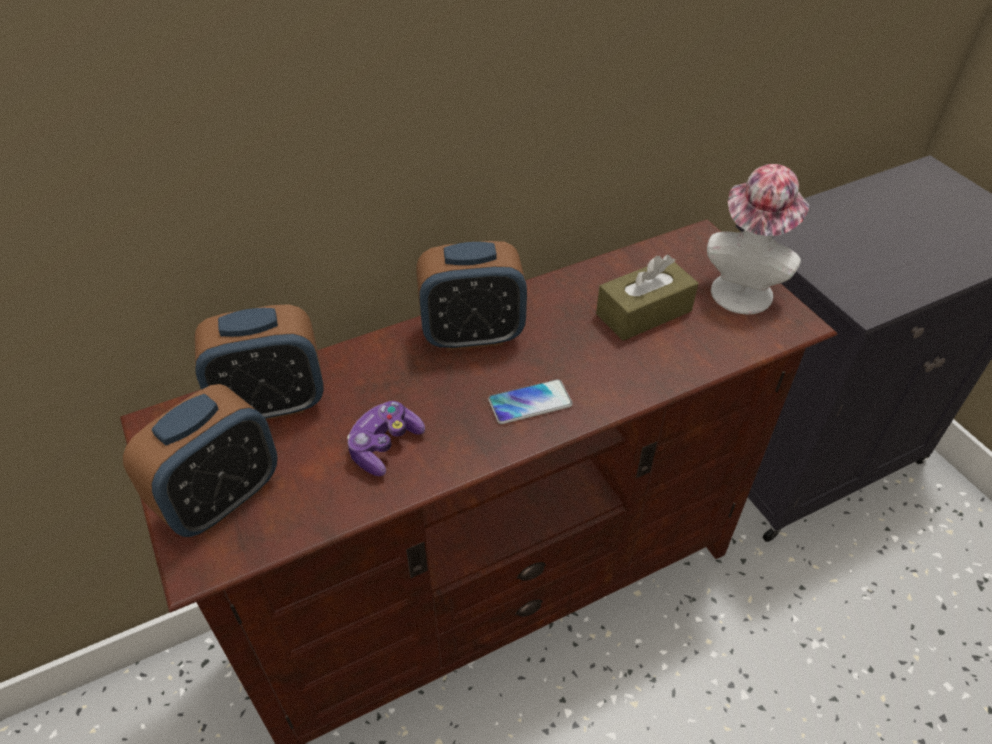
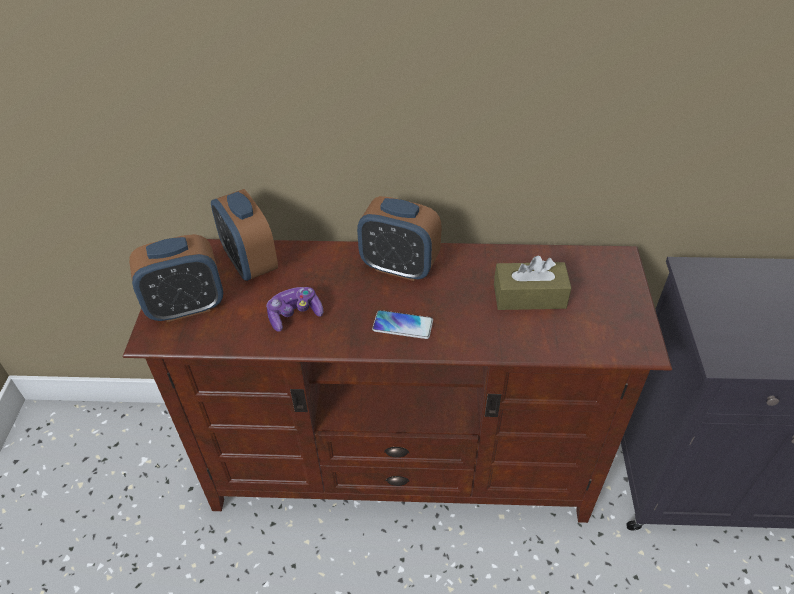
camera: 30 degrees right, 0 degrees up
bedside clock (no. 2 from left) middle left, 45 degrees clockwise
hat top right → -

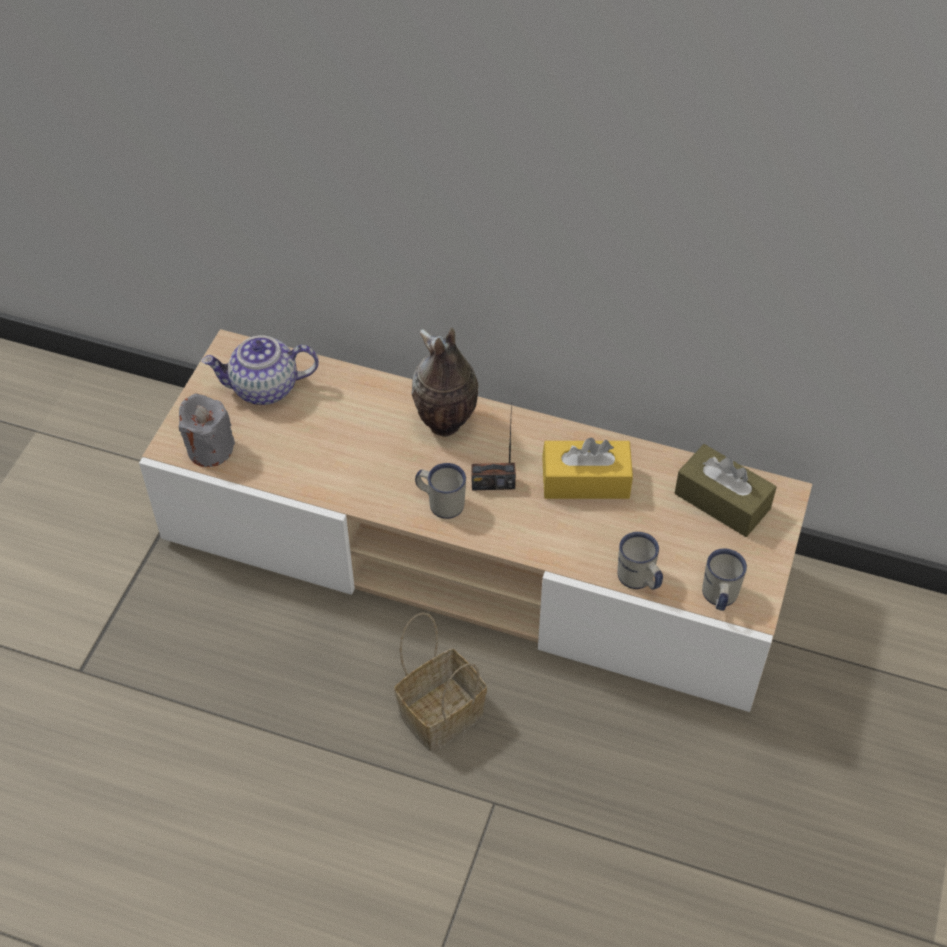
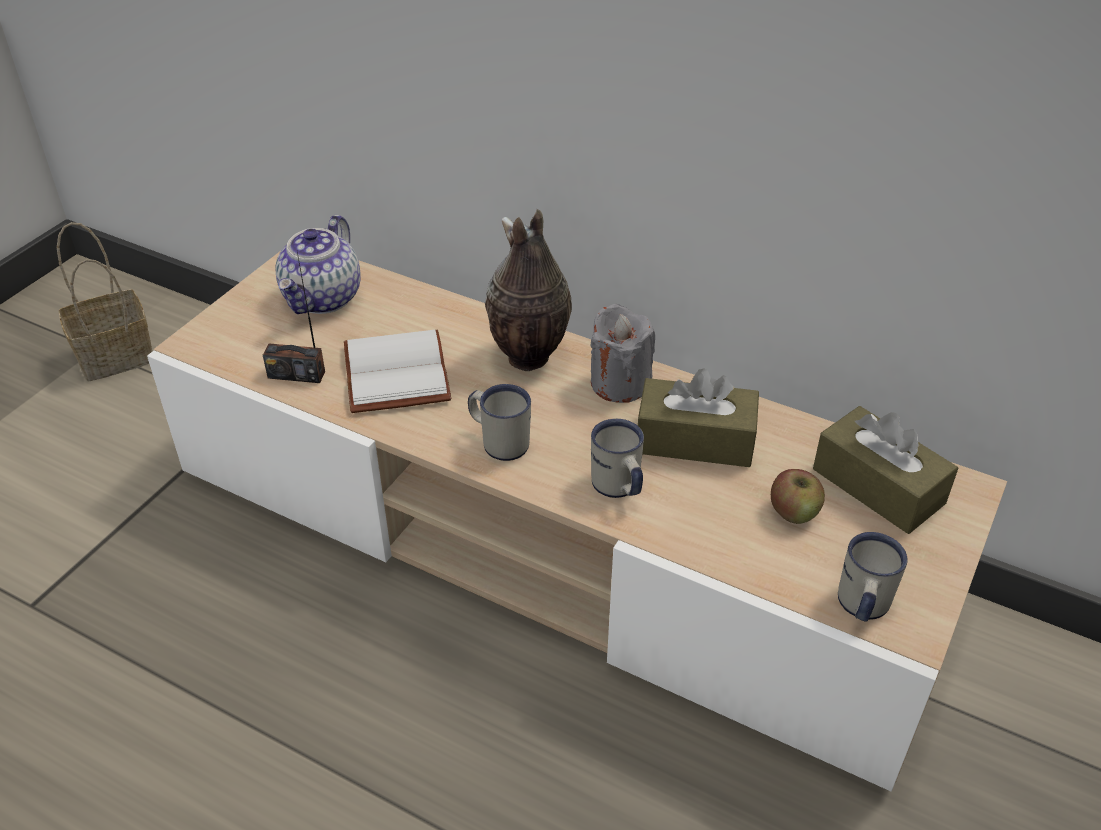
camera: 10 degrees right, 10 degrees down
storage basket bottom centre → storage basket middle left, shifted
radio centre → radio middle left, shifted
teapot middle left → teapot top left, 75 degrees counterclockwise
- → volume/whitish centre
wax candle/greyish middle left → wax candle/greyish centre, shifted
mug/whitish (no. 2 from left) middle right → mug/whitish (no. 2 from left) centre, shifted
tissue holder/yellow centre → tissue holder/brown (no. 1 from left) centre
- → apple fruit middle right

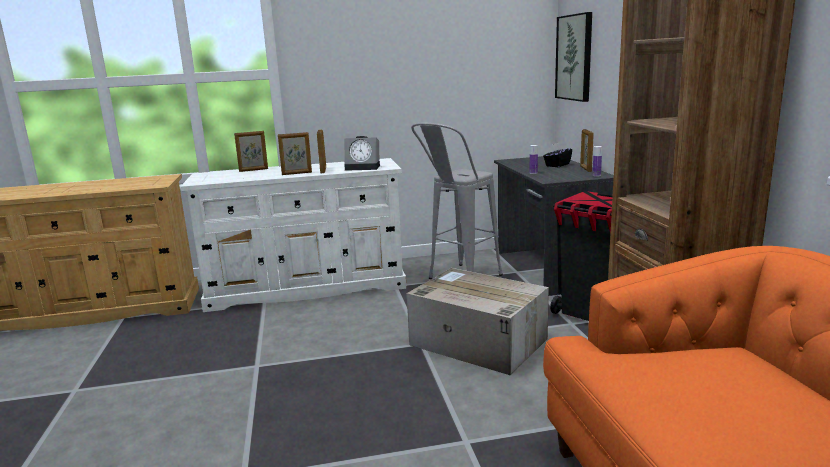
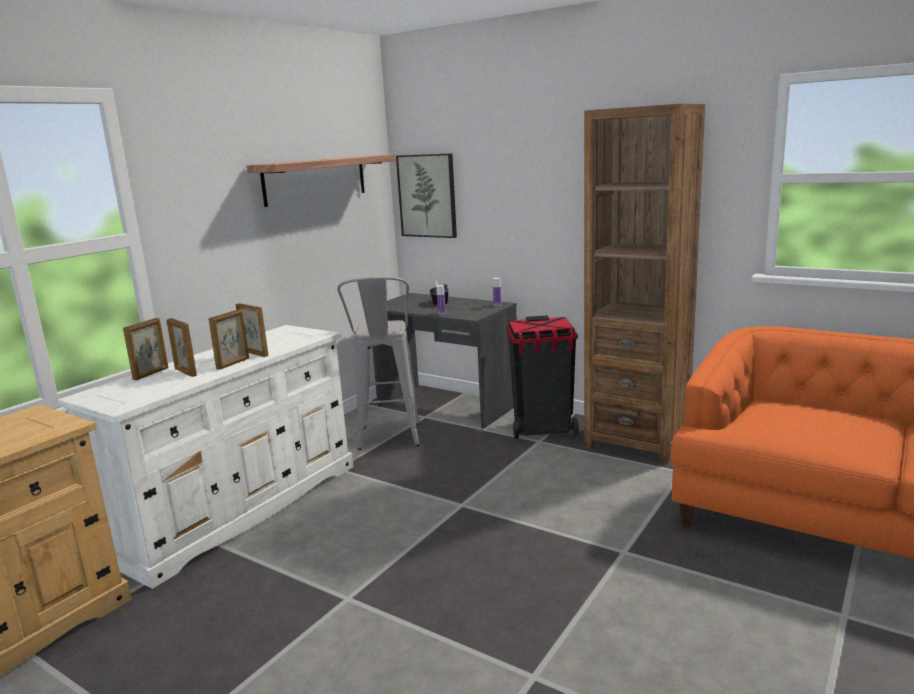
camera: 45 degrees left, 0 degrees up
standing frame (no. 4 from left in the first image) top right → standing frame (no. 2 from left) middle left, shifted
- → wall shelf top centre
bedside clock top centre → -
cardboard box bottom centre → -

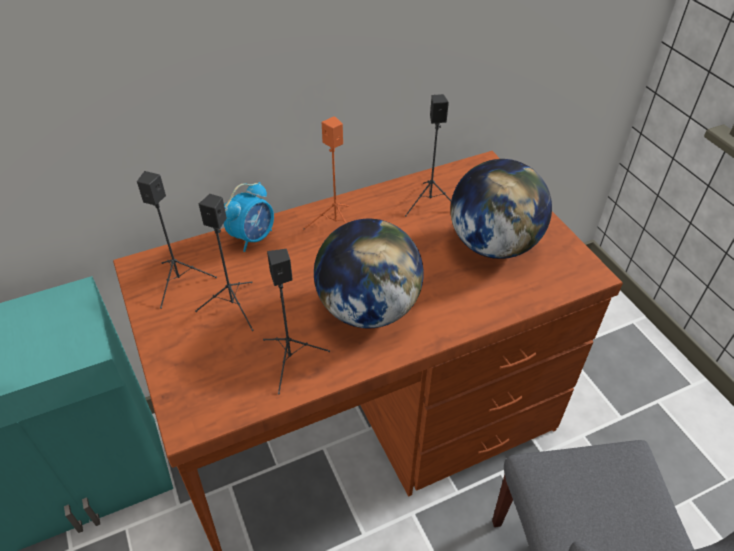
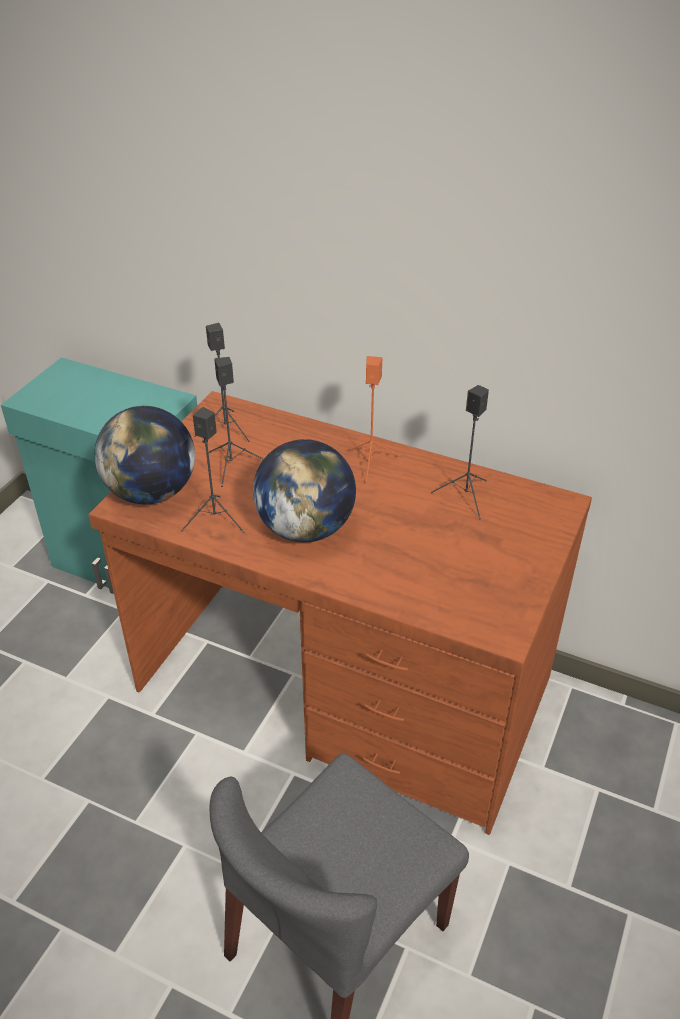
camera: 50 degrees right, 5 degrees down
world globe (no. 2 from left in the first image) middle right → world globe (no. 1 from left) middle left, shifted
bedside clock centre → -

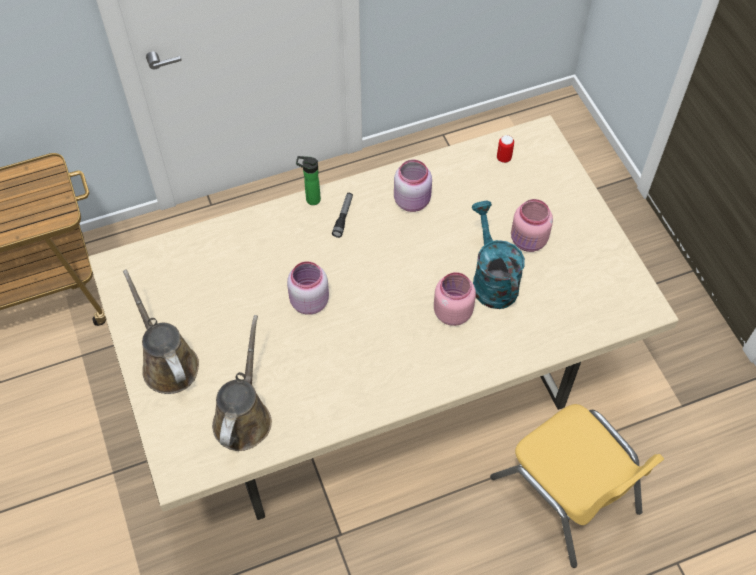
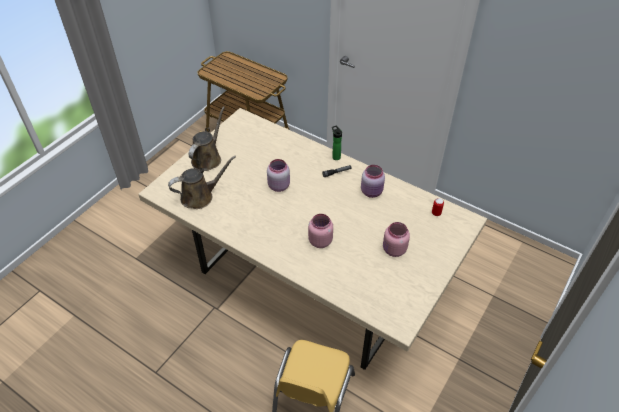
camera: 55 degrees right, 10 degrees down
watering pot/turquoise centre → -

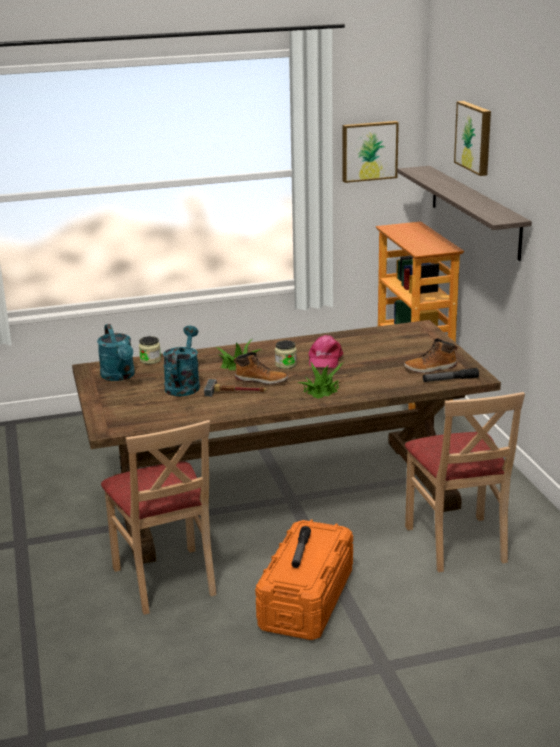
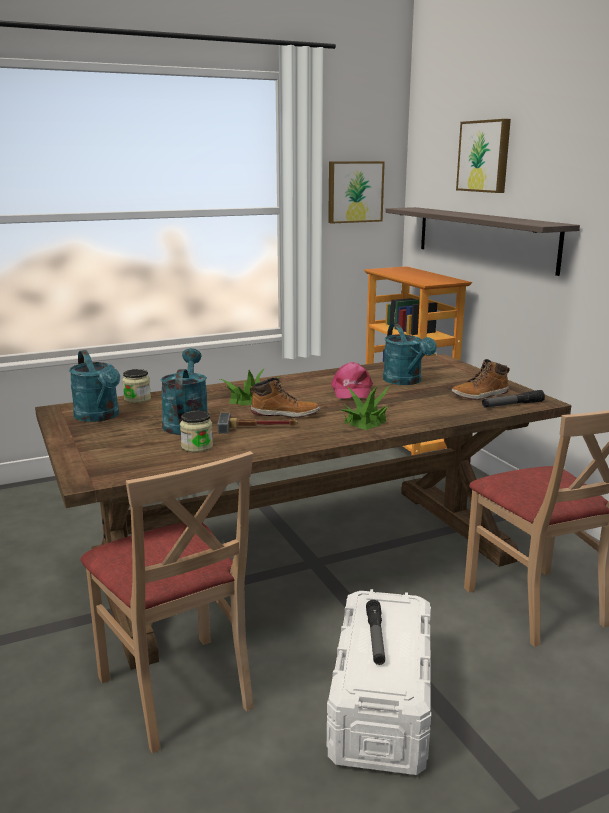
camera: 10 degrees left, 5 degrees down
preserve jar (no. 2 from left) centre → preserve jar (no. 2 from left) middle left, shifted
storage container/orangey bottom centre → storage container/whitish bottom centre
- → watering pot/turquoise (no. 3 from left) middle right

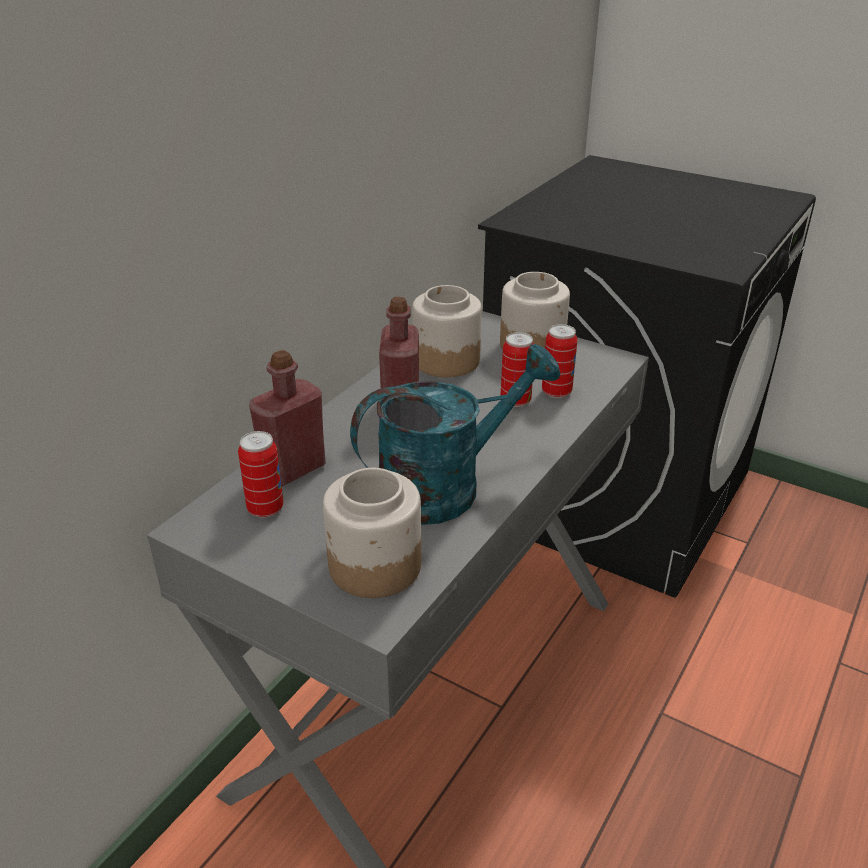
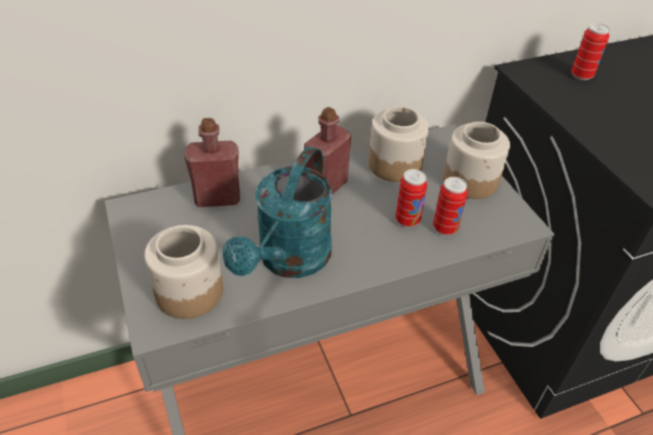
camera: 35 degrees right, 10 degrees up
watering pot/turquoise centre, 105 degrees clockwise
metal can (no. 1 from left in the first image) middle left → metal can (no. 3 from left) top right, shifted

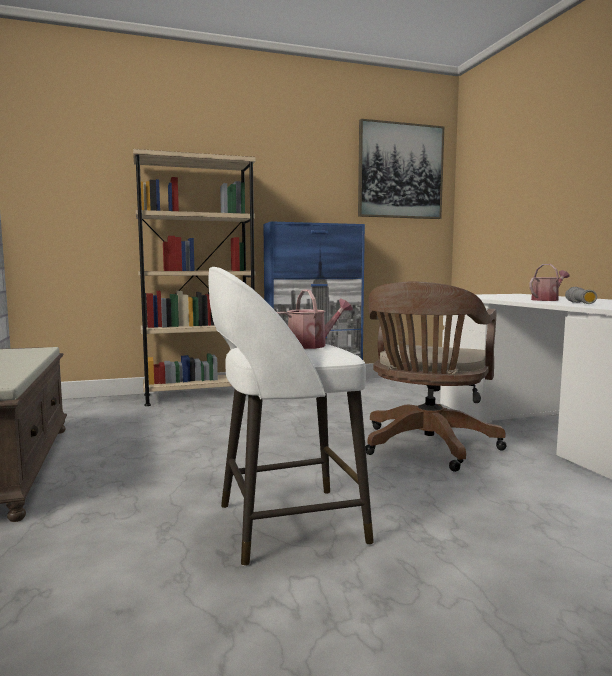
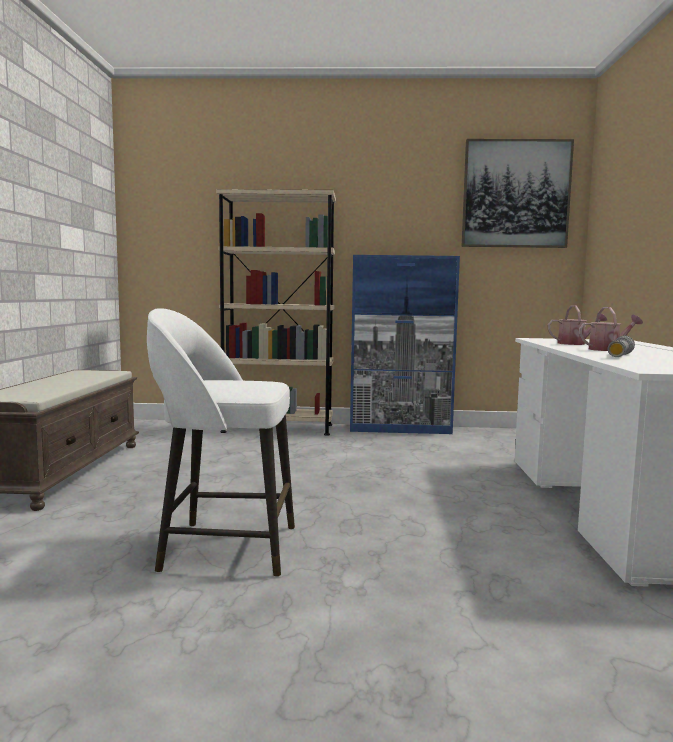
camera: 20 degrees right, 0 degrees up
watering pot (no. 1 from left) centre → watering pot (no. 1 from left) middle right, shifted
office chair/brown middle right → -

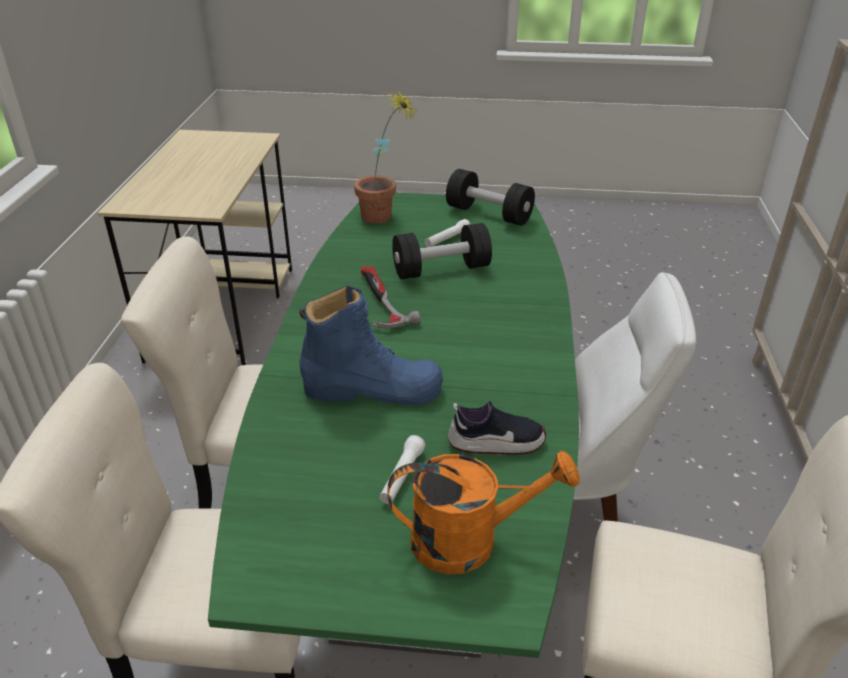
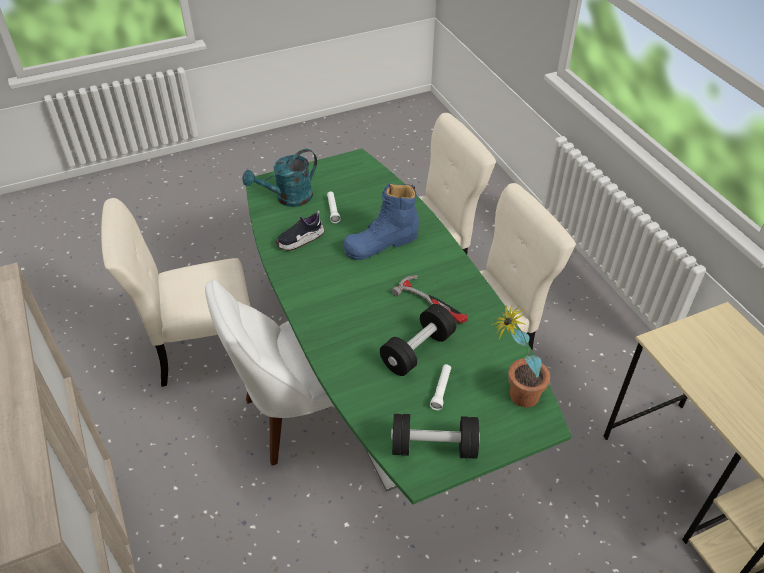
camera: 150 degrees right, 10 degrees up
watering pot/orangey bottom centre → watering pot/turquoise top centre

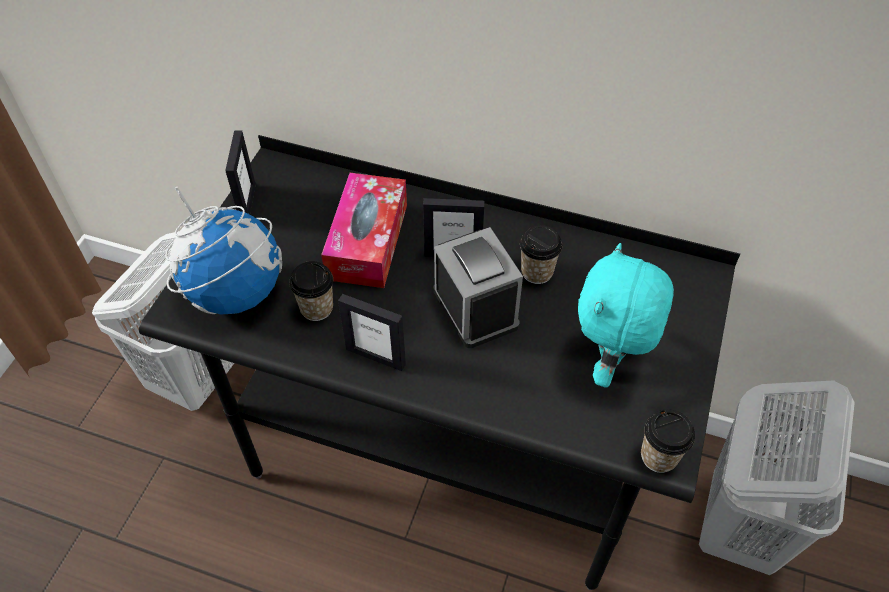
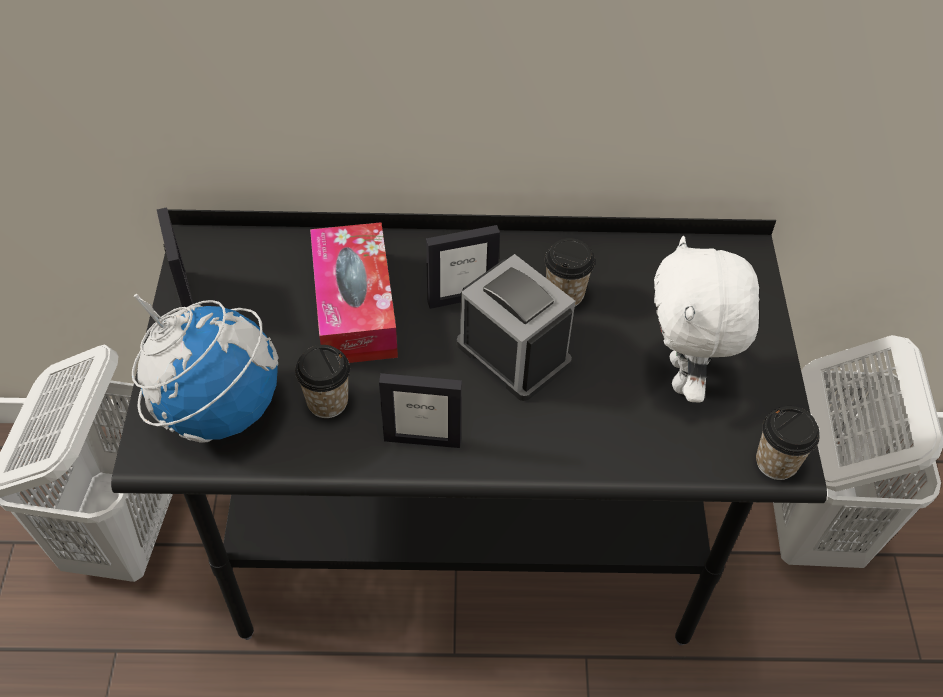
camera: 20 degrees left, 0 degrees up
soft toy/turquoise middle right → soft toy/whitish middle right

